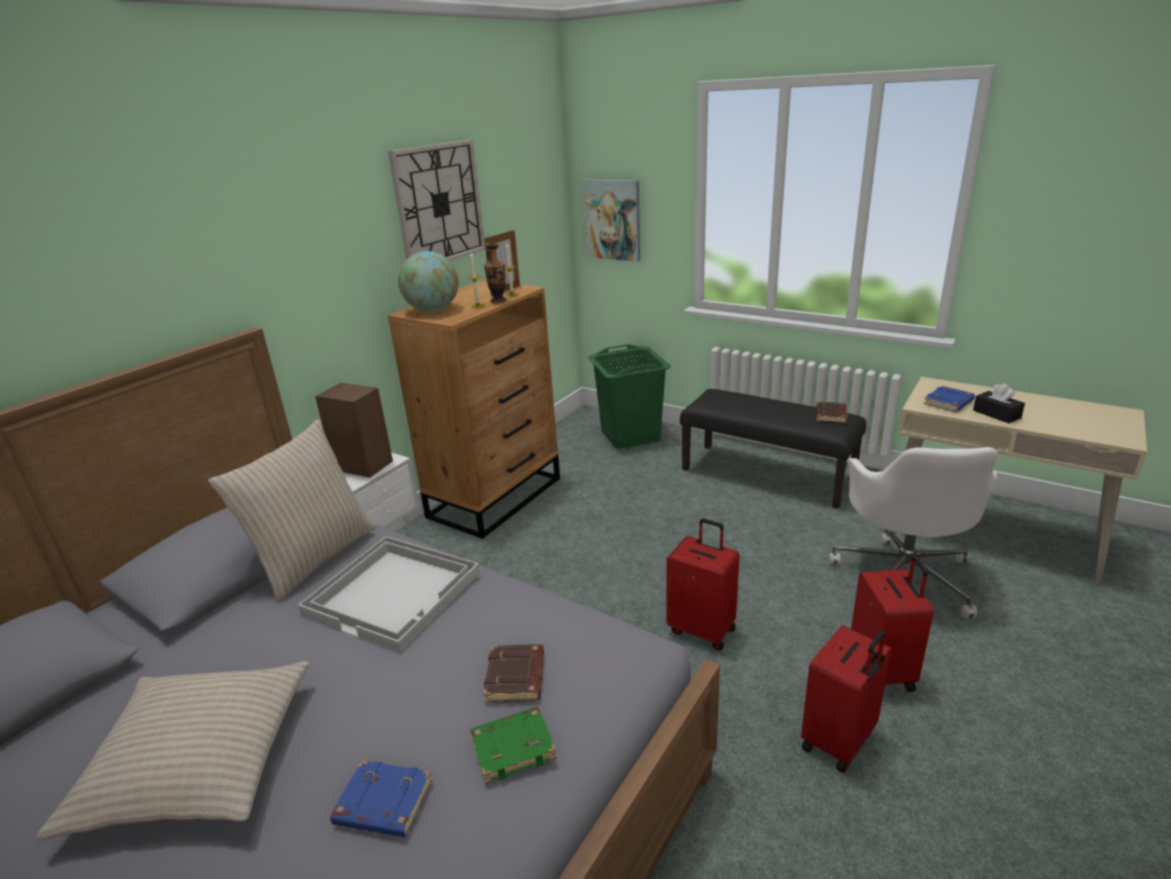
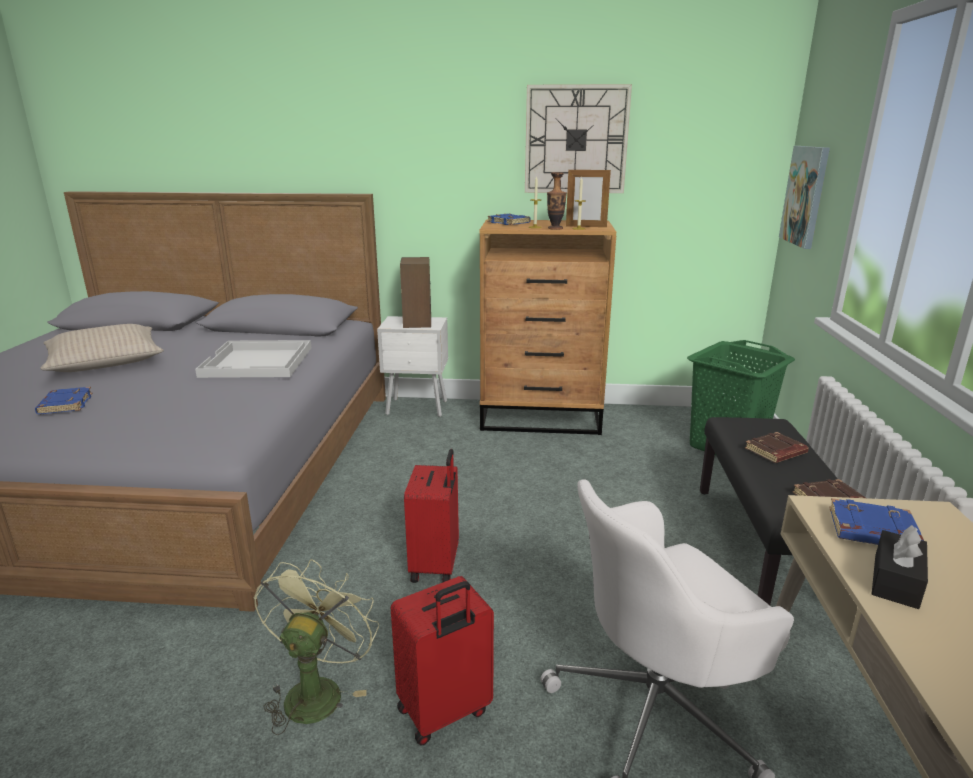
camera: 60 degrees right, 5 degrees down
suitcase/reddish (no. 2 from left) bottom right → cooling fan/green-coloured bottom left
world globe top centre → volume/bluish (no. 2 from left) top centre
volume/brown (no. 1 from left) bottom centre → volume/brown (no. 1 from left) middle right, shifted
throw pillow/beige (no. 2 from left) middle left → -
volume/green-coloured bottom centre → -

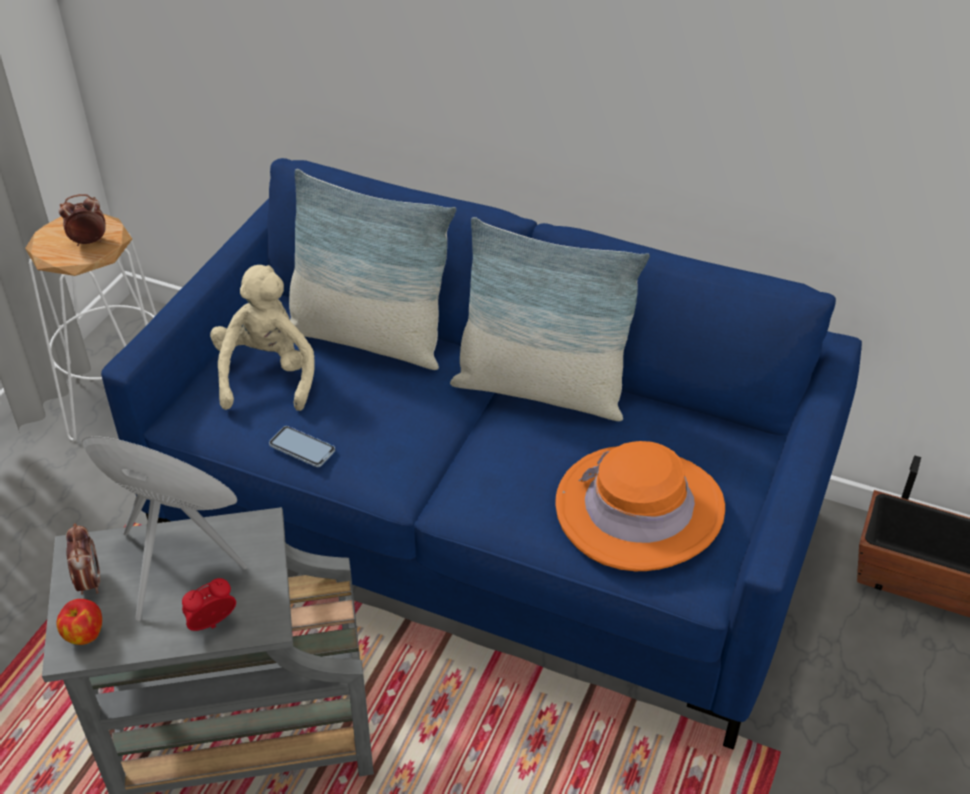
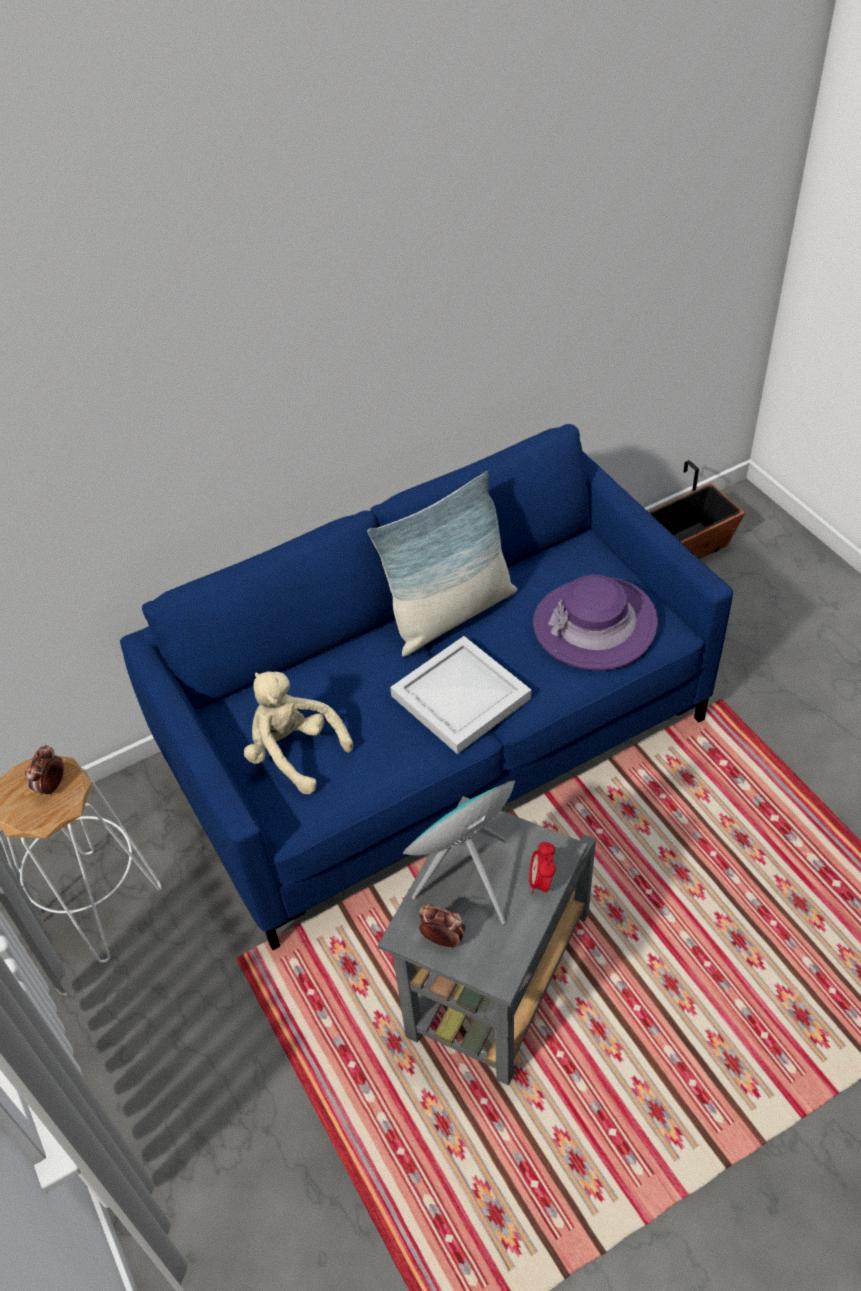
camera: 50 degrees left, 5 degrees up
- → carrying tray/whitish centre
hat/orangey centre → hat/purple-coloured middle right
apple fruit bottom left → -
telephone middle left → -
throw pillow (no. 1 from left) centre → -

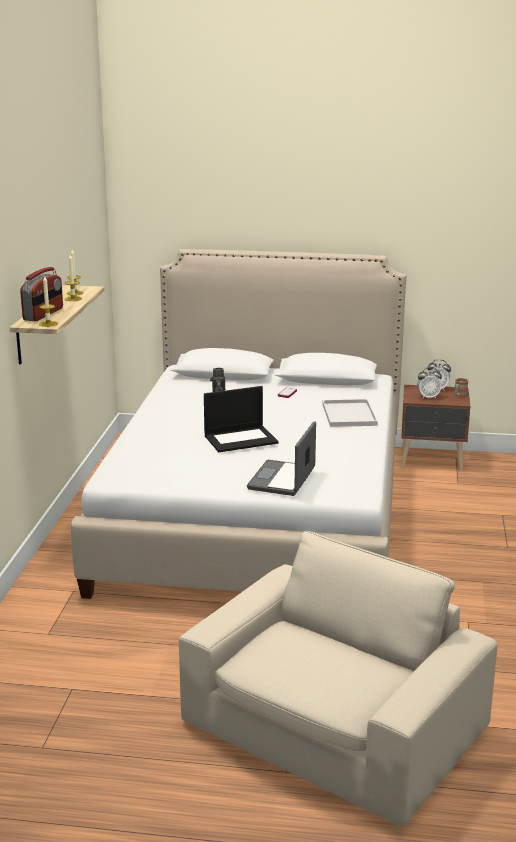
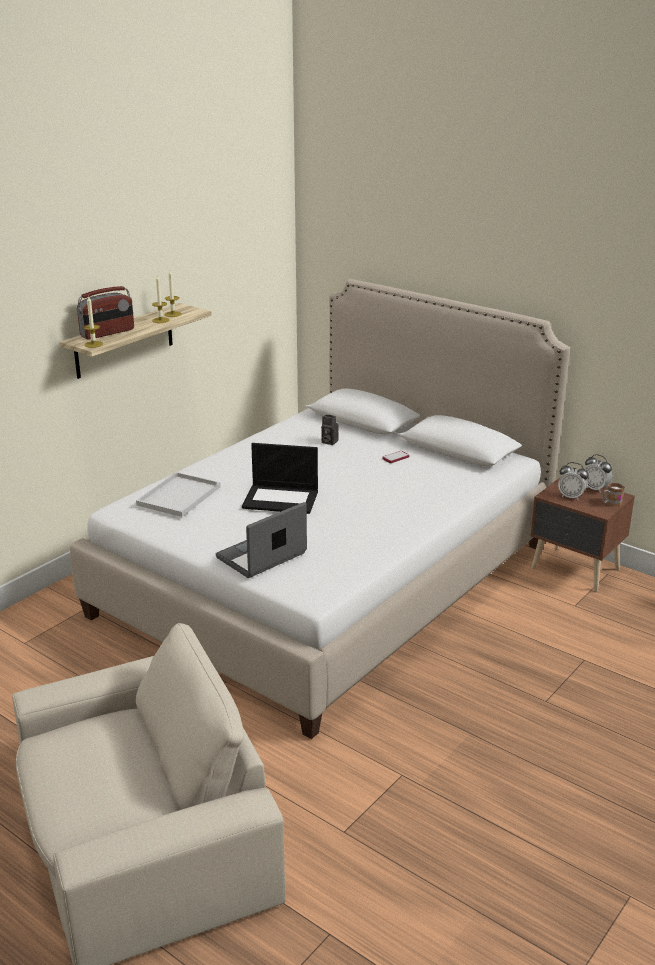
camera: 30 degrees right, 5 degrees up
carrying tray/whitish middle right → carrying tray/whitish middle left, shifted

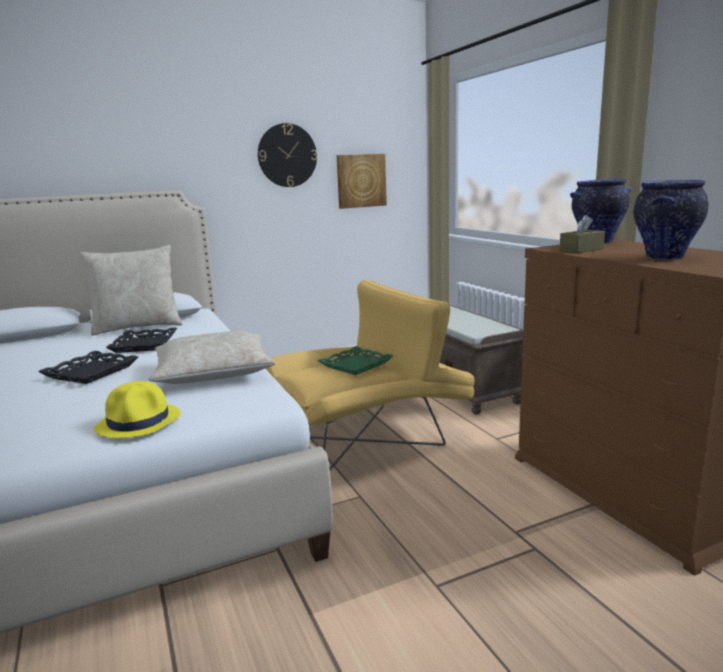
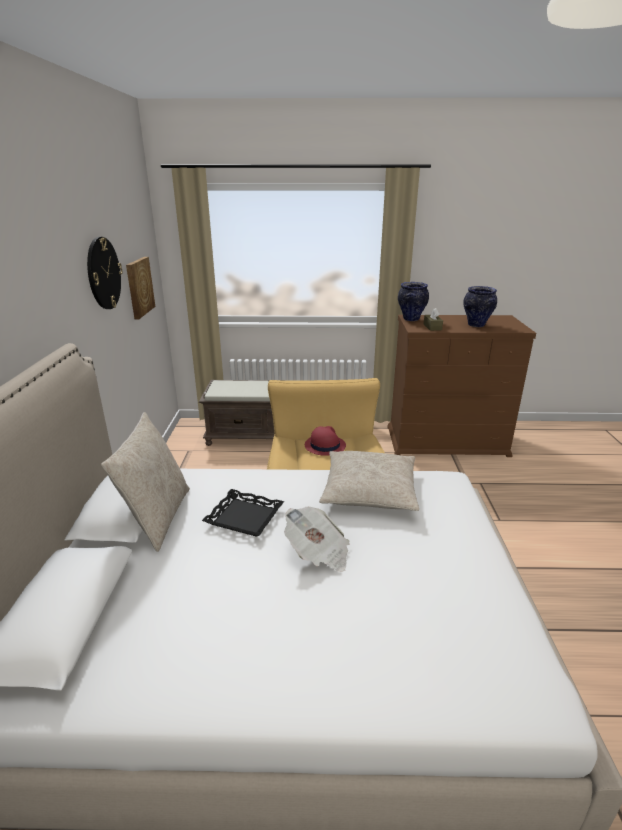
camera: 65 degrees left, 10 degrees up
carrying tray/black (no. 1 from left) middle left → daily paper centre
carrying tray/green-coloured centre → hat/reddish centre
hat/yellow middle left → -

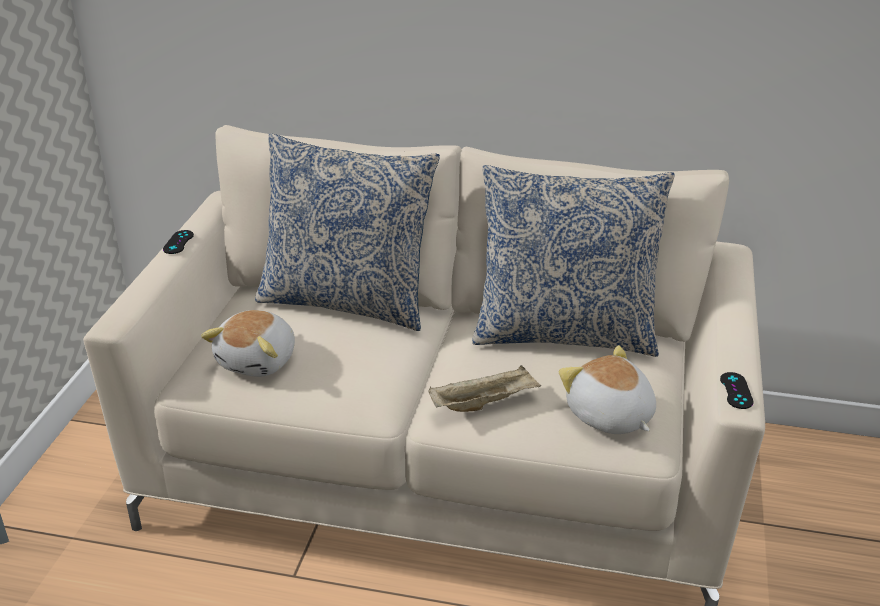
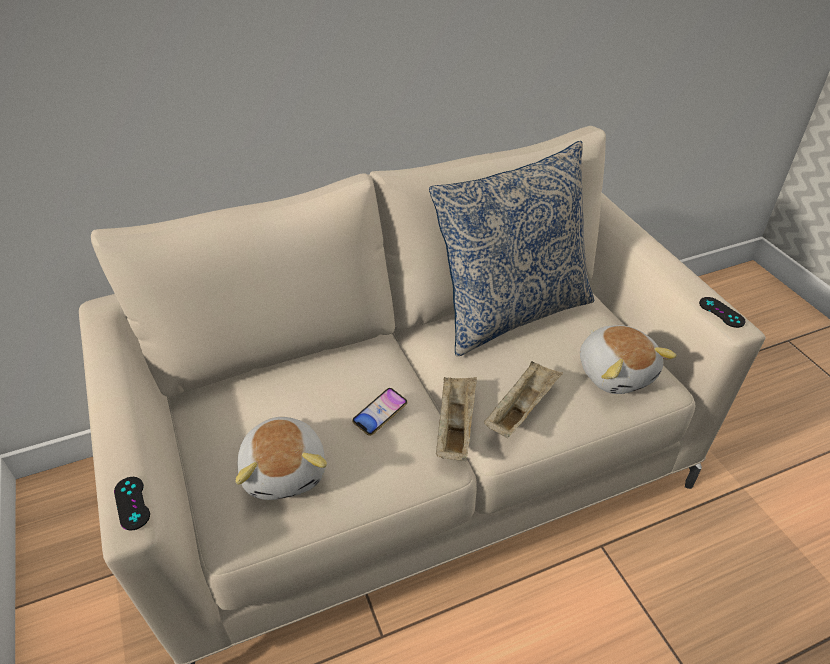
camera: 35 degrees left, 10 degrees up
joypad/black (no. 1 from left) middle left → joypad/black (no. 1 from left) bottom left, shifted
- → telephone centre
- → carrying tray/beige (no. 1 from left) centre
soft toy (no. 2 from left) middle right, 135 degrees counterclockwise
throw pillow (no. 1 from left) centre → -

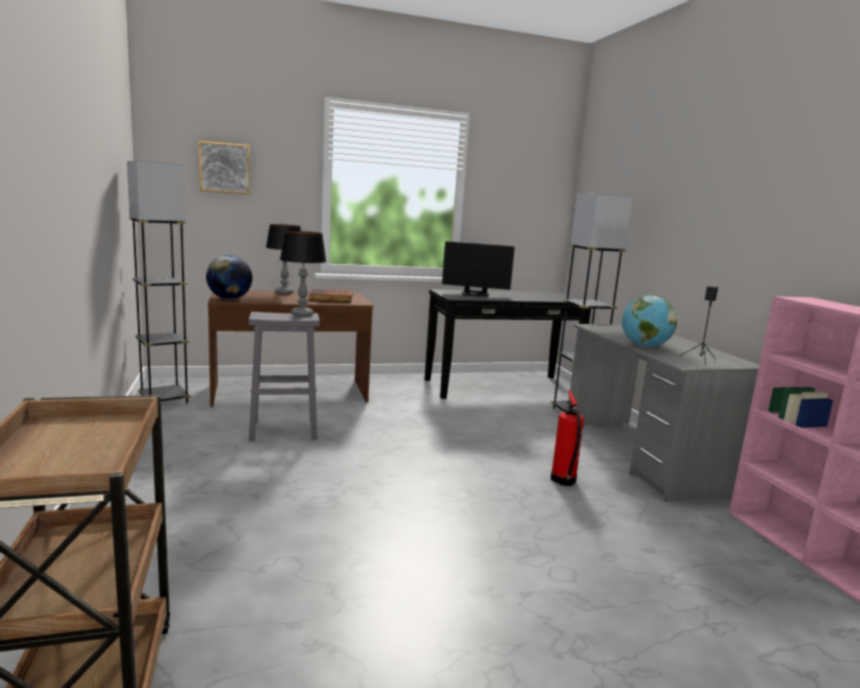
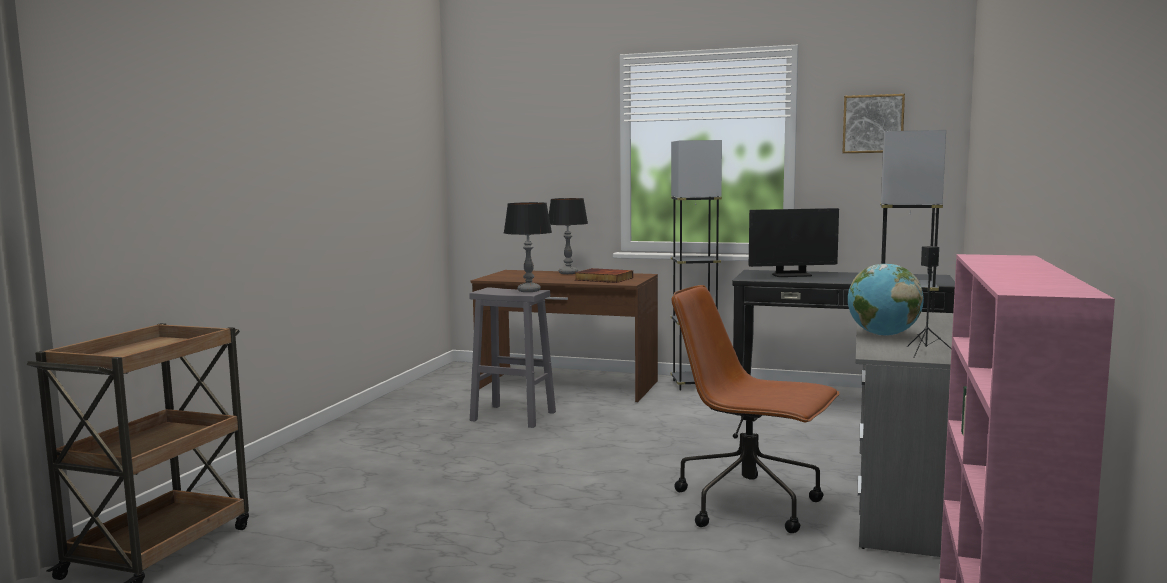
camera: 35 degrees right, 5 degrees down
floor lamp/greyish (no. 1 from left) middle left → floor lamp/greyish (no. 1 from left) centre, shifted
fire-fighting cylinder centre → office chair/brown bottom centre
computer display centre → computer display middle right, 45 degrees counterclockwise
wall art top left → wall art top right, shifted
world globe (no. 1 from left) middle left → -

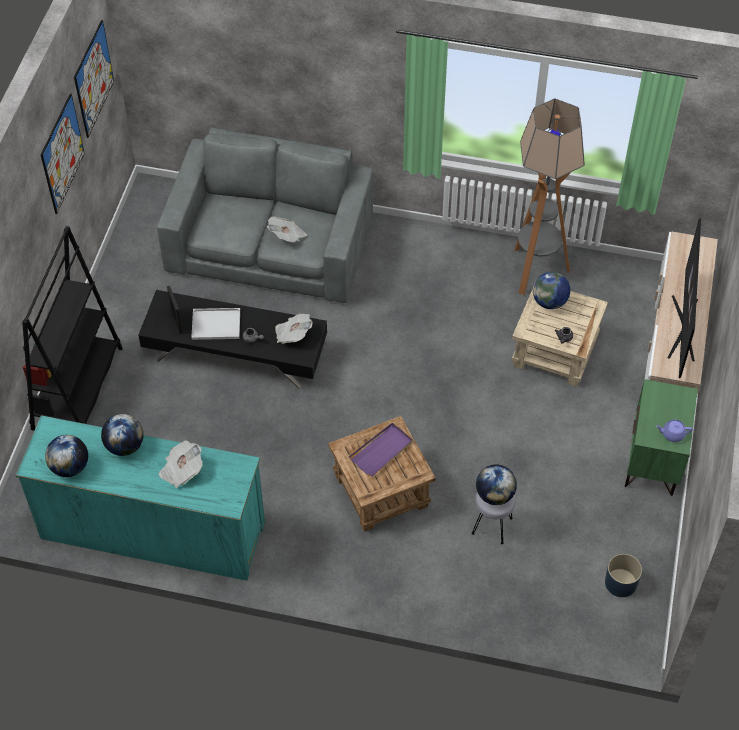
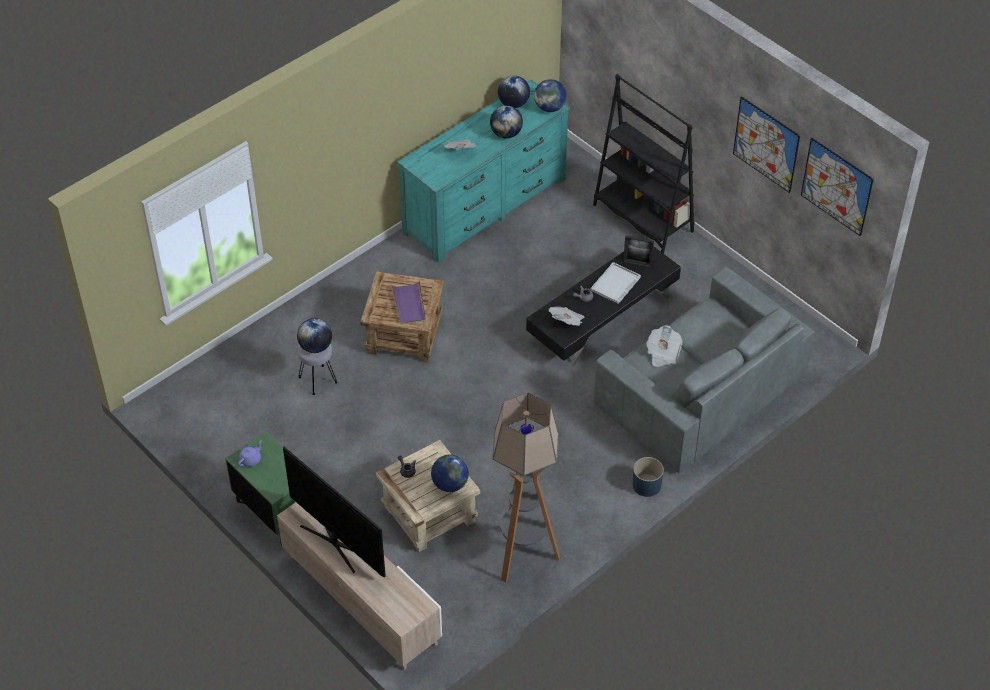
camera: 125 degrees right, 5 degrees down
- → world globe (no. 5 from left) top centre
planter/bluish bottom right → planter/bluish bottom centre, shifted

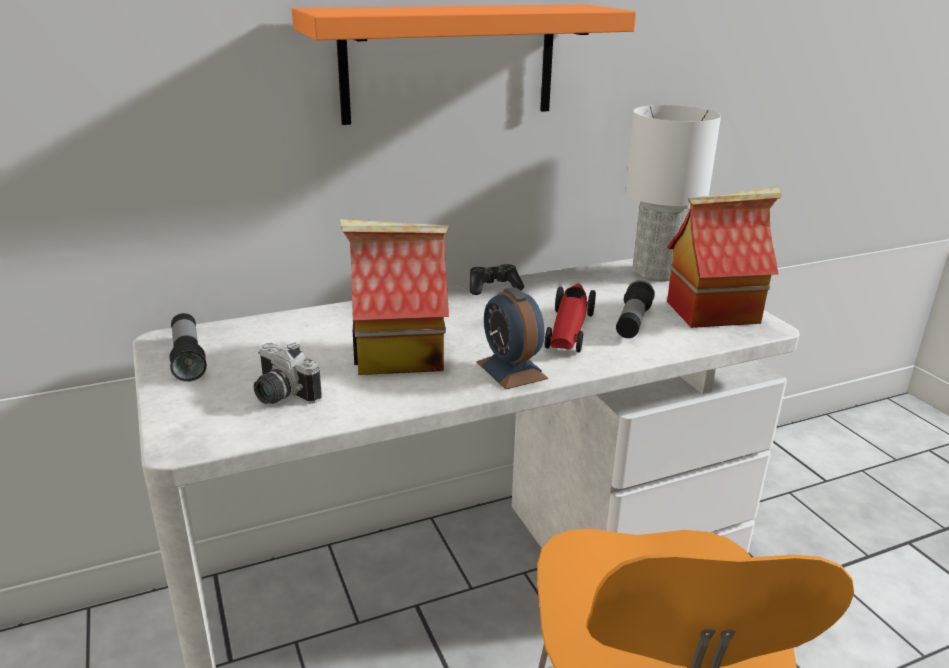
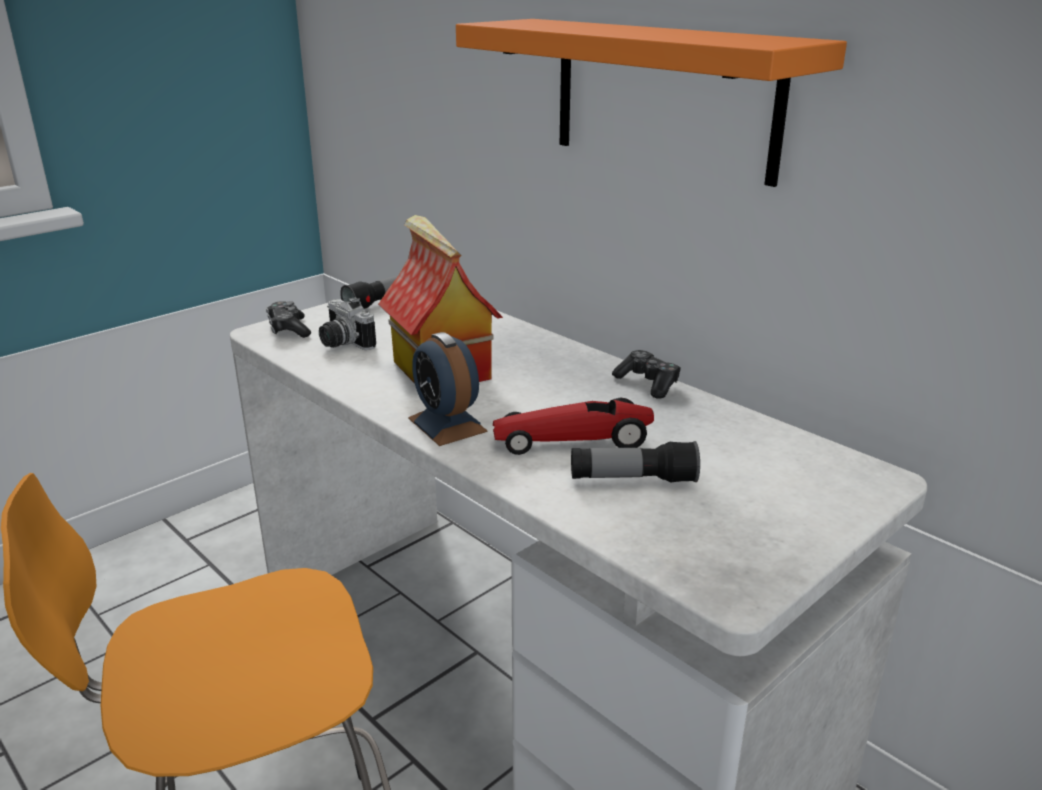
camera: 70 degrees right, 0 degrees up
- → joypad (no. 1 from left) middle left
photo camera middle left, 60 degrees counterclockwise
bedside clock centre, 75 degrees counterclockwise
tabletop lamp/whitish top right → -
miniature house (no. 2 from left) middle right → -

